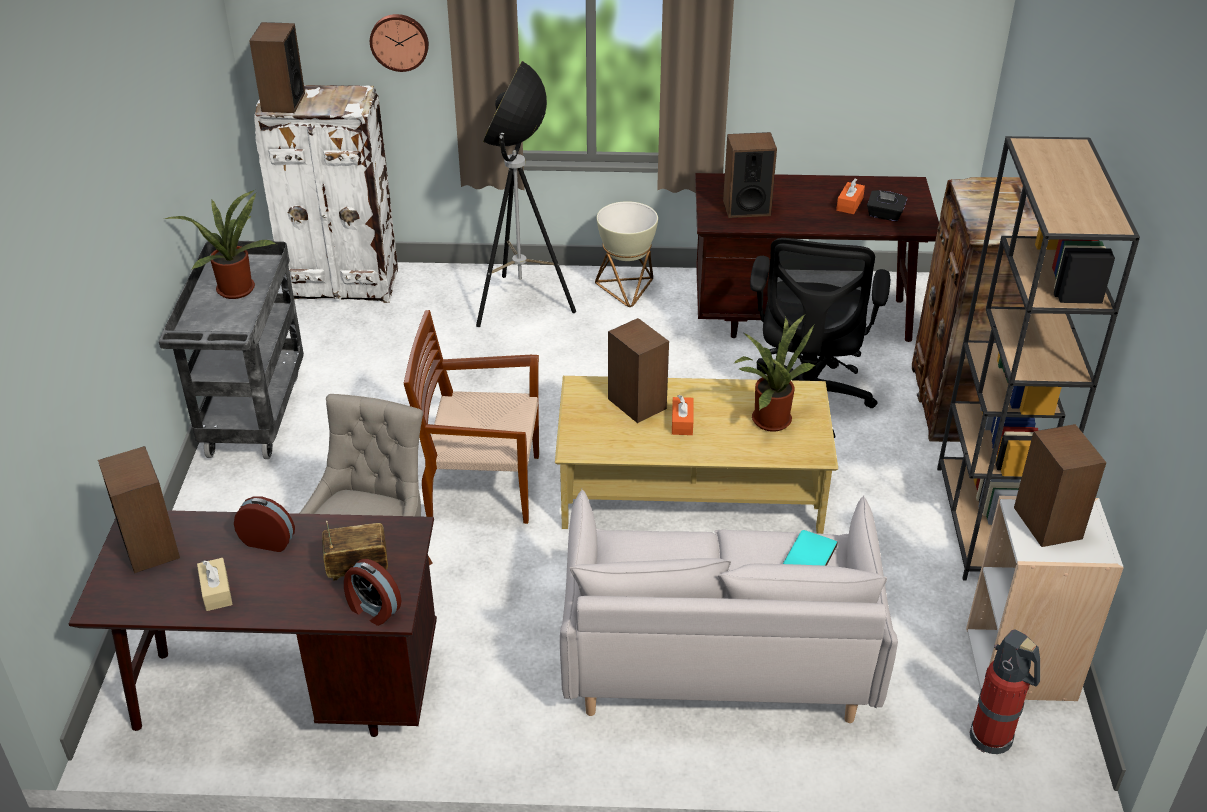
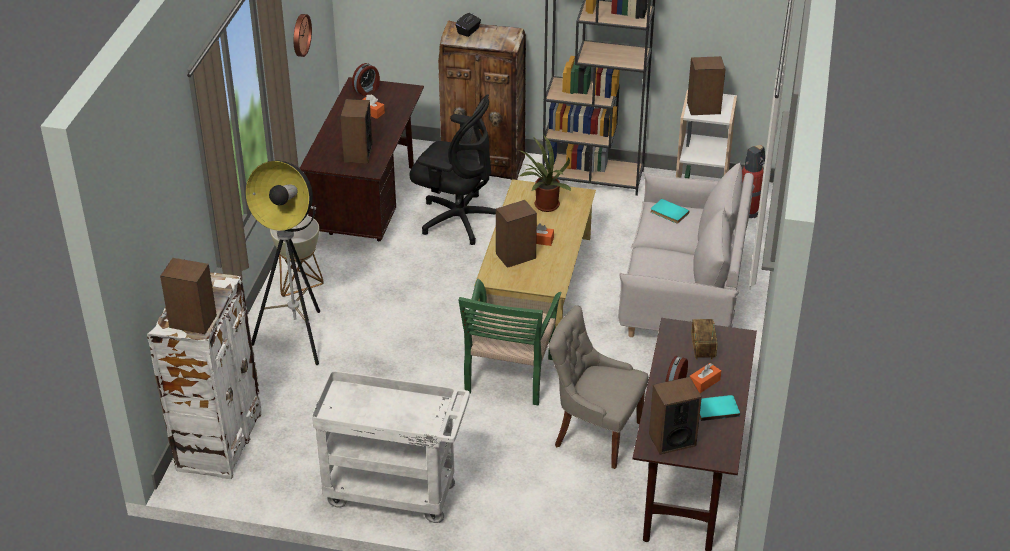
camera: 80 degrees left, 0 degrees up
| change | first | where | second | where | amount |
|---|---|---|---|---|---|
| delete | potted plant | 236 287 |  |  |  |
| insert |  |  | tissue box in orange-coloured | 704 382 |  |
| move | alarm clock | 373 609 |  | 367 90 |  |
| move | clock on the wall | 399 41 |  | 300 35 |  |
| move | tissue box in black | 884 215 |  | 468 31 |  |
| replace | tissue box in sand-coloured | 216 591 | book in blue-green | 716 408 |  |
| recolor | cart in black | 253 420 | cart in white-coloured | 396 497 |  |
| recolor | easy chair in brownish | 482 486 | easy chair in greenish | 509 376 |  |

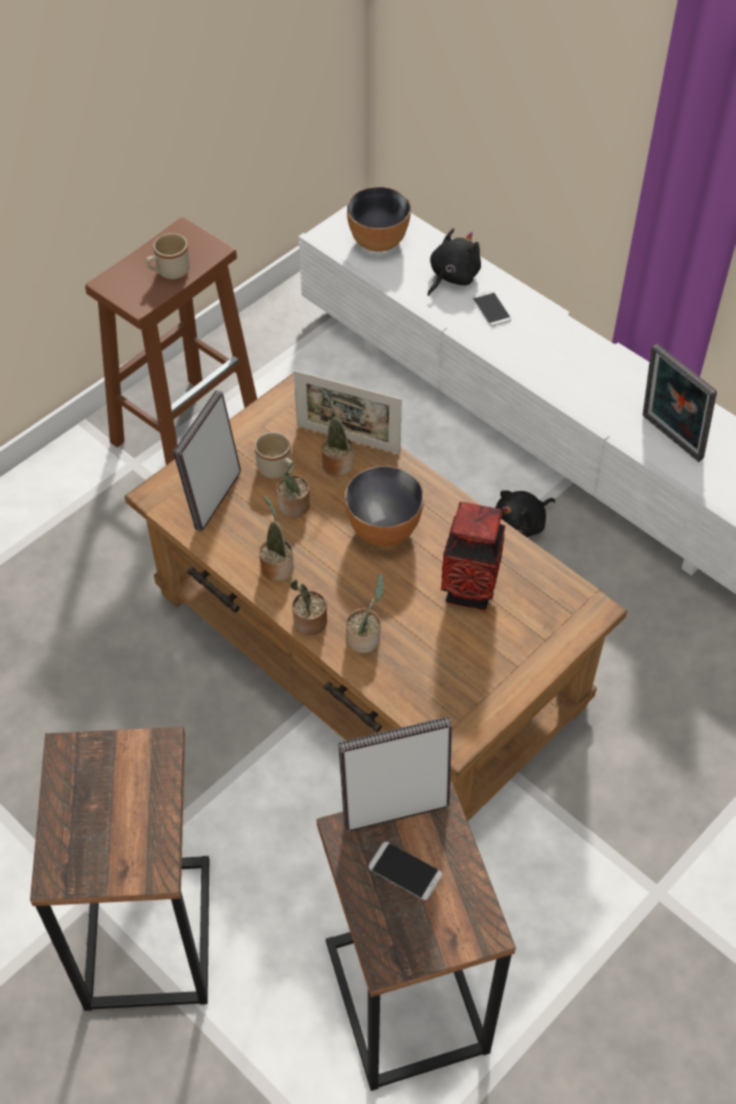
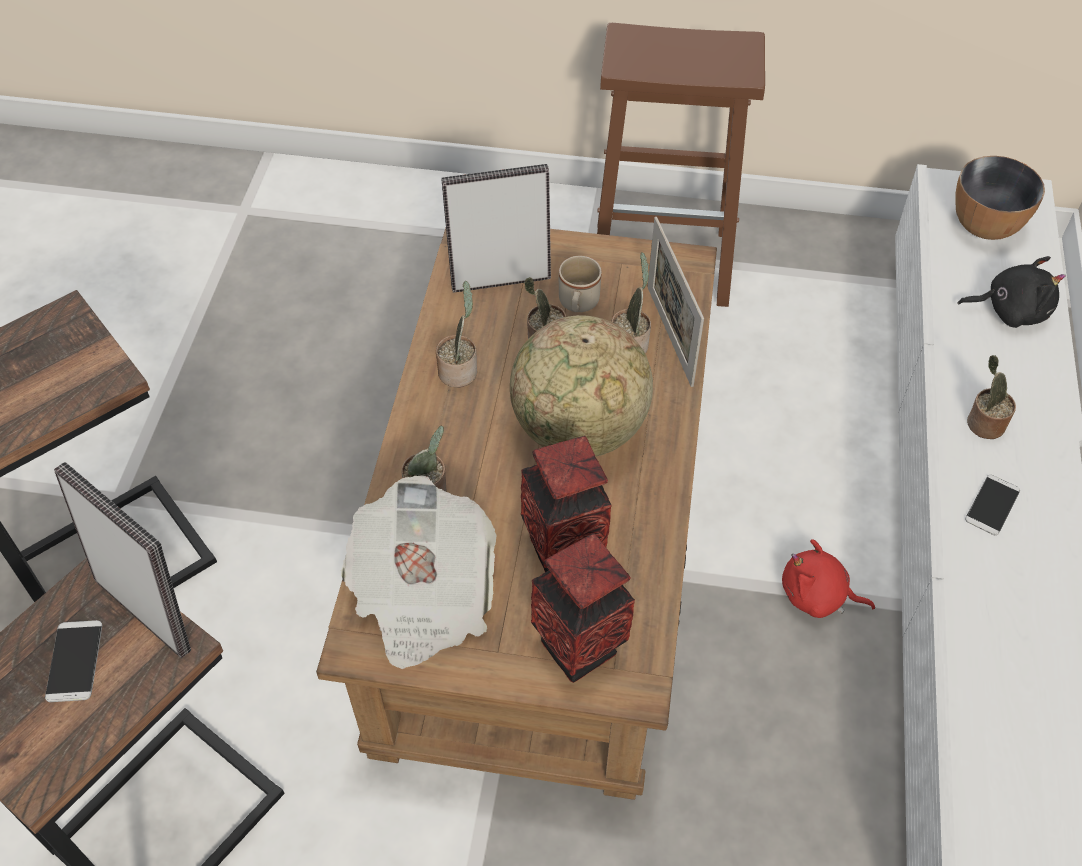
camera: 55 degrees right, 0 degrees up
| change | first | where | second | where | amount |
|---|---|---|---|---|---|
| delete | tea mug in sand-coloured | 169 272 |  |  |  |
| delete | picture frame | 668 439 |  |  |  |
| insert |  |  | newspaper | 423 595 |  |
| insert |  |  | vase | 579 648 |  |
| move | potted plant | 308 623 |  | 983 424 |  |
| move | phone | 491 309 |  | 992 505 |  |
| replace | serving bowl | 384 530 | globe | 579 430 |  |
| recolor | cuddly toy in black | 522 523 | cuddly toy in reddish | 817 596 |  |

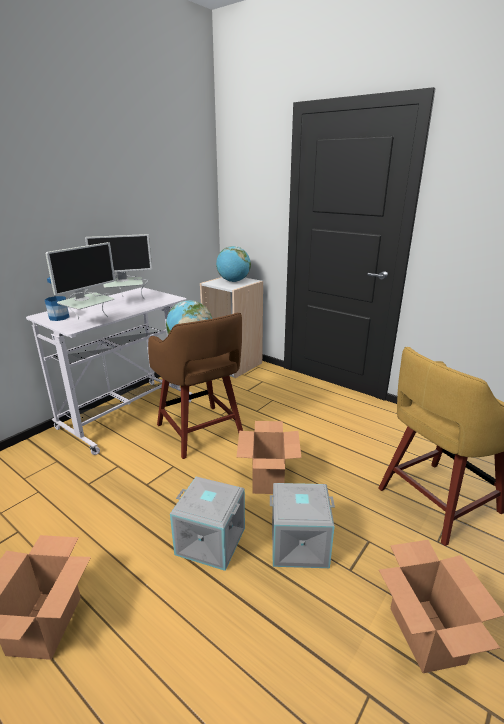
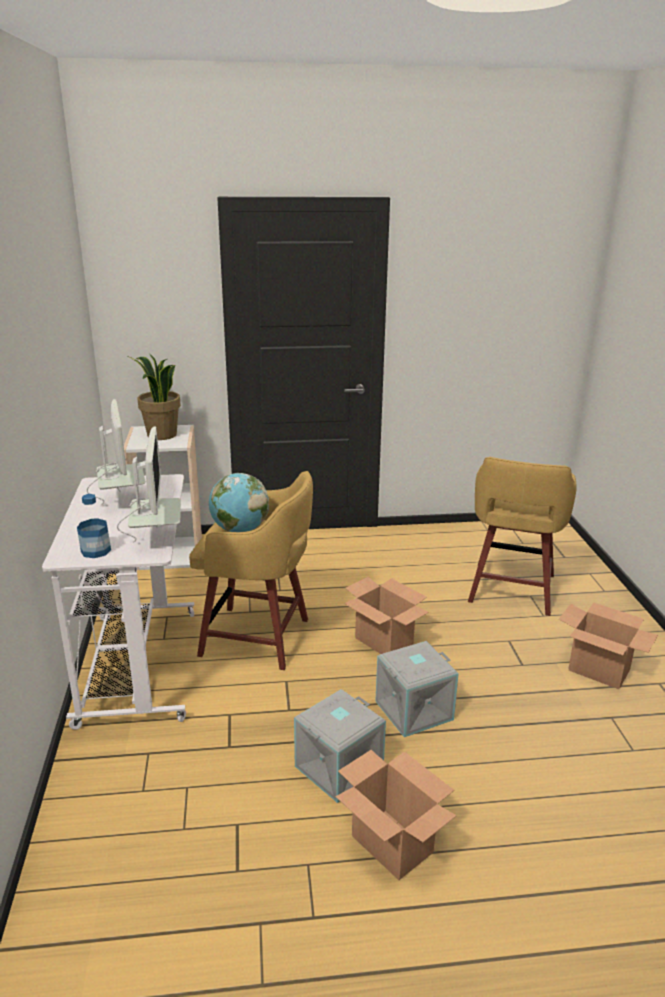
camera: 45 degrees left, 0 degrees up
| change | first | where | second | where | amount |
|---|---|---|---|---|---|
| move | storage box in greyish | 298 545 |  | 339 769 |  |
| replace | globe | 233 281 | potted plant | 161 435 |  |
| recolor | sitting stool in brownish | 200 432 | sitting stool in yellow | 258 638 |  |
| rotate | computer display | 126 301 |  | 121 502 | 45 degrees counterclockwise |

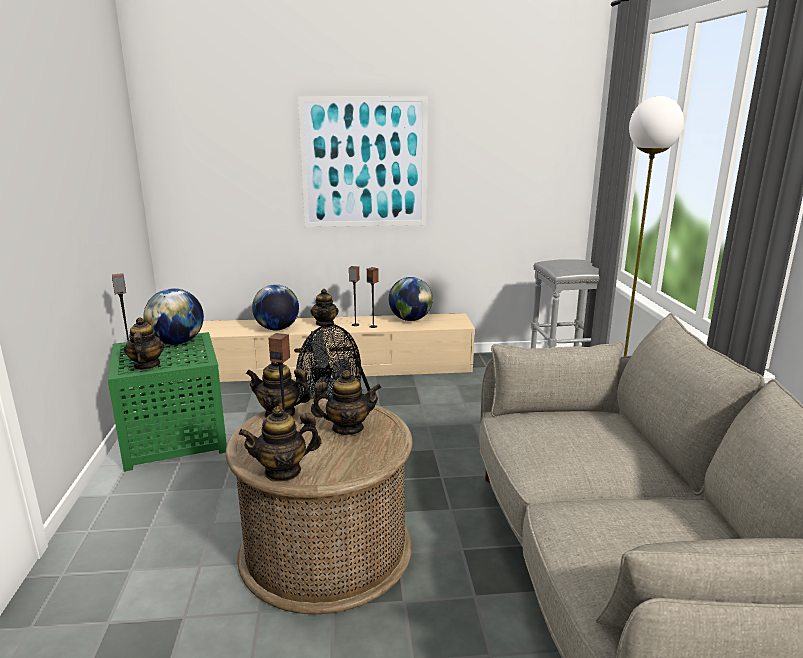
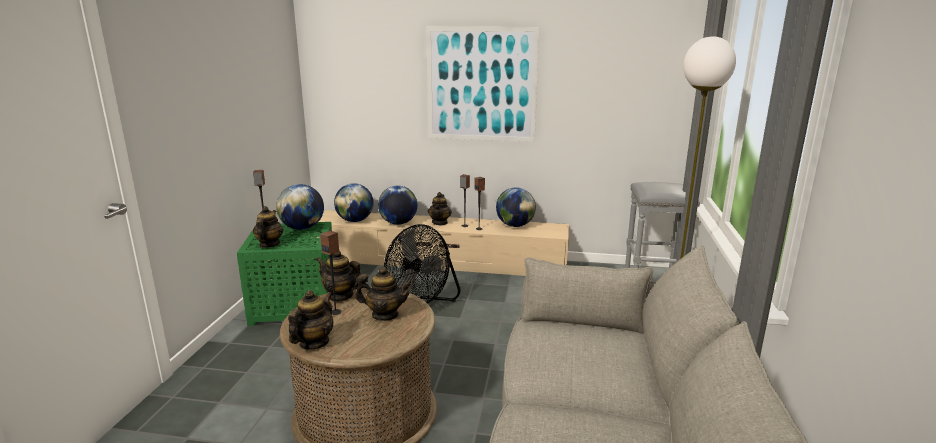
camera: 15 degrees right, 0 degrees up
| change | first | where | second | where | amount |
|---|---|---|---|---|---|
| insert |  |  | globe | 355 220 |  |
| rotate | tea pot | 283 471 |  | 313 343 | 120 degrees clockwise |

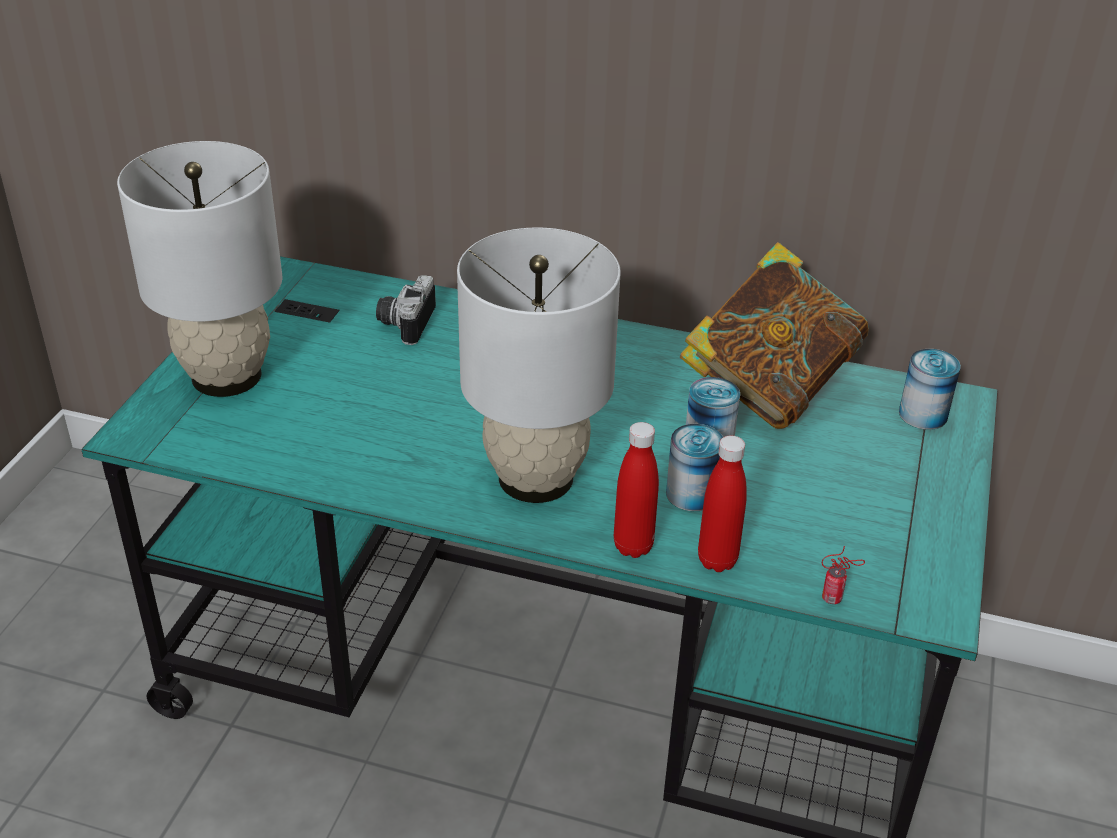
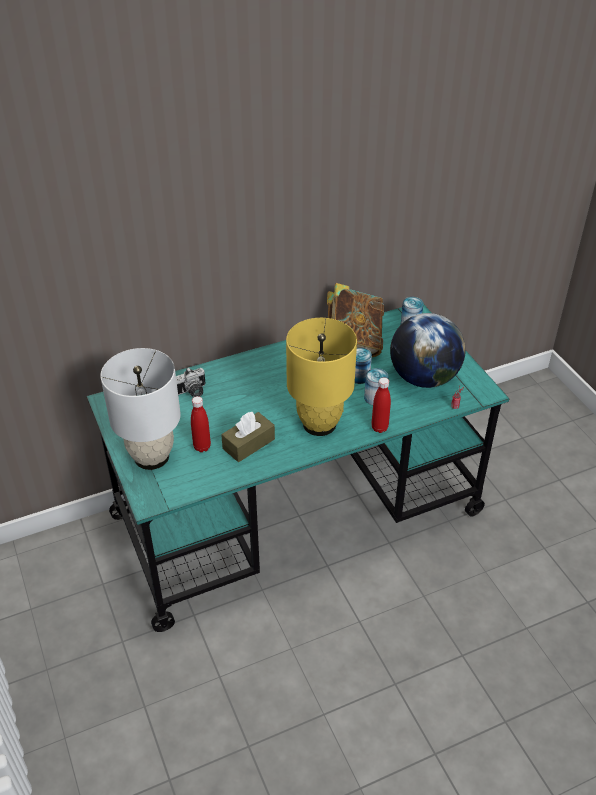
camera: 40 degrees left, 5 degrees up
| change | first | where | second | where | amount |
|---|---|---|---|---|---|
| insert |  |  | tissue box in brownish | 248 444 |  |
| insert |  |  | globe | 423 378 |  |
| move | bottle in reddish | 717 560 |  | 202 447 |  |
| recolor | table lamp in white-coloured | 535 477 | table lamp in yellow | 319 424 |  |
| rotate | photo camera | 404 323 |  | 191 392 | 90 degrees counterclockwise |

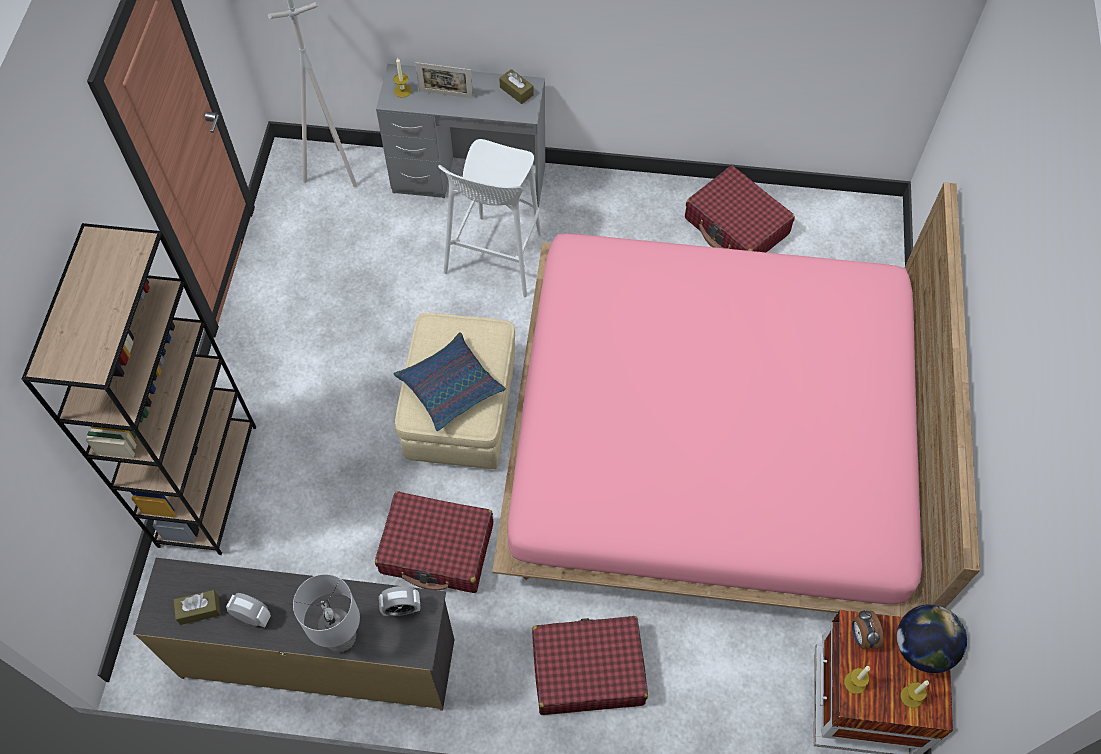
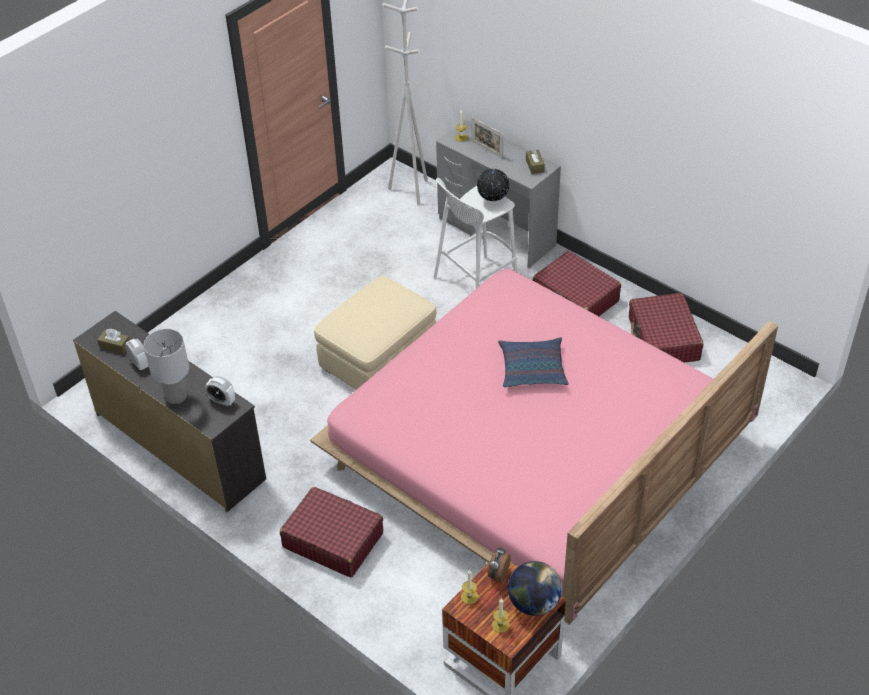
camera: 35 degrees right, 15 degrees down
| change | first | where | second | where | amount |
|---|---|---|---|---|---|
| delete | bookcase in sand-coloured | 207 484 |  |  |  |
| insert |  |  | globe | 493 201 |  |
| move | travel case in reddish | 437 549 |  | 575 298 |  |
| move | pillow in bluish | 450 387 |  | 532 369 |  |

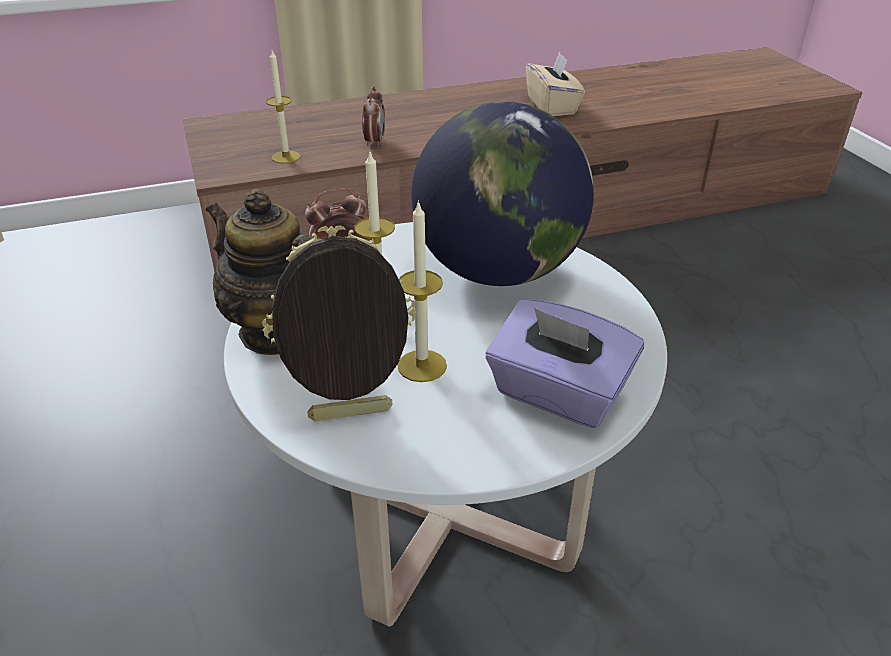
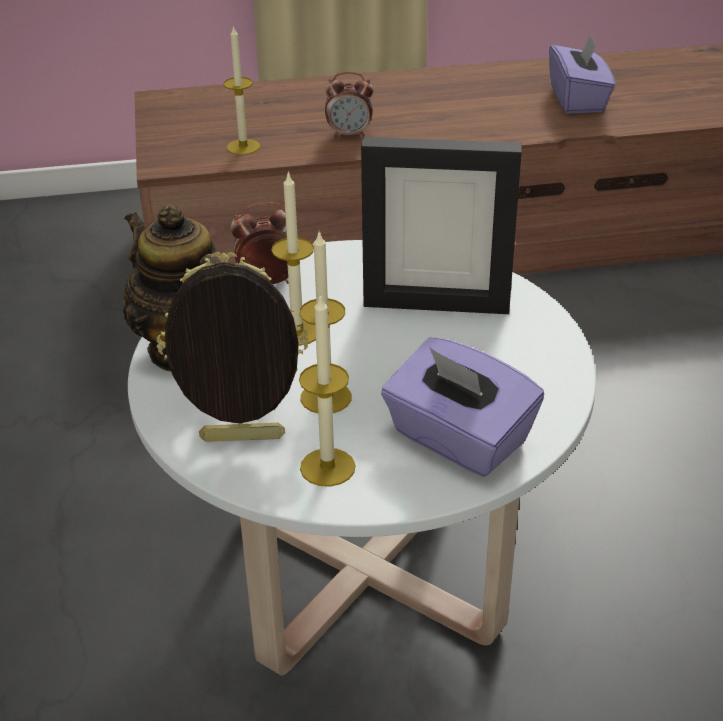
camera: 10 degrees right, 0 degrees up
| change | first | where | second | where | amount |
|---|---|---|---|---|---|
| insert |  |  | candle | 327 467 |  |
| replace | globe | 499 271 | picture frame | 436 303 |  |
| recolor | tissue box in sand-coloured | 552 106 | tissue box in purple | 578 100 |  |
| rotate | alarm clock | 374 142 |  | 349 134 | 75 degrees clockwise |

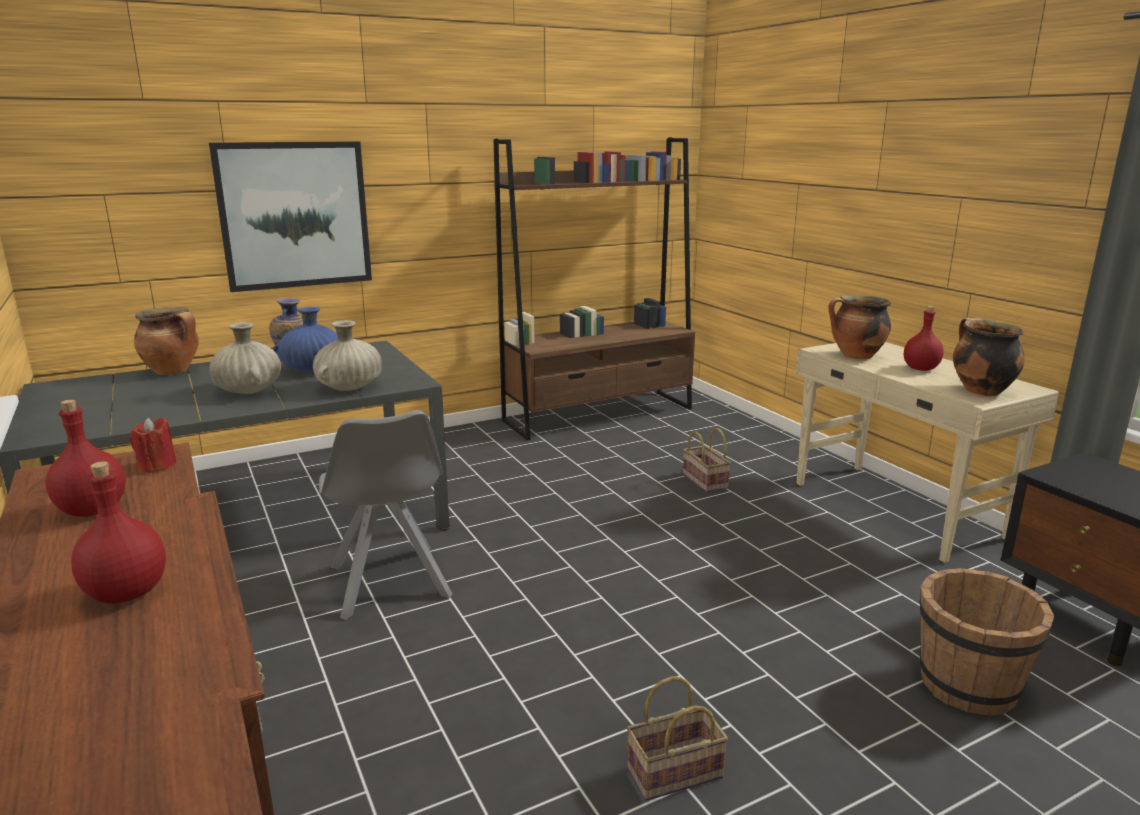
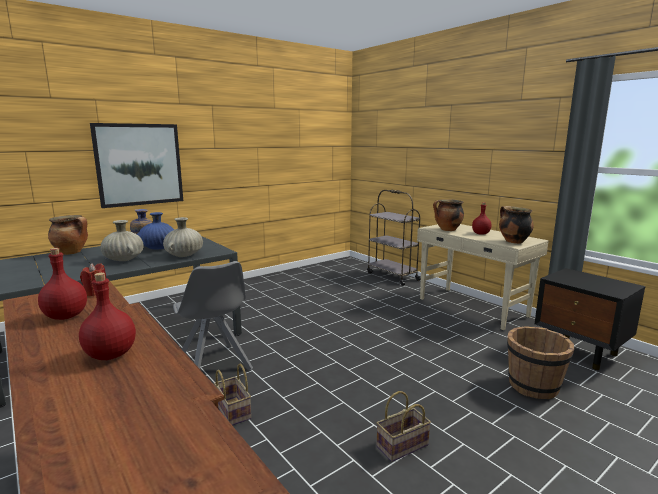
camera: 10 degrees left, 5 degrees down
| change | first | where | second | where | amount |
|---|---|---|---|---|---|
| delete | bookcase in brownish | 599 414 |  |  |  |
| insert |  |  | cart in greyish | 392 276 |  |
| move | household basket | 706 481 |  | 234 411 |  |

